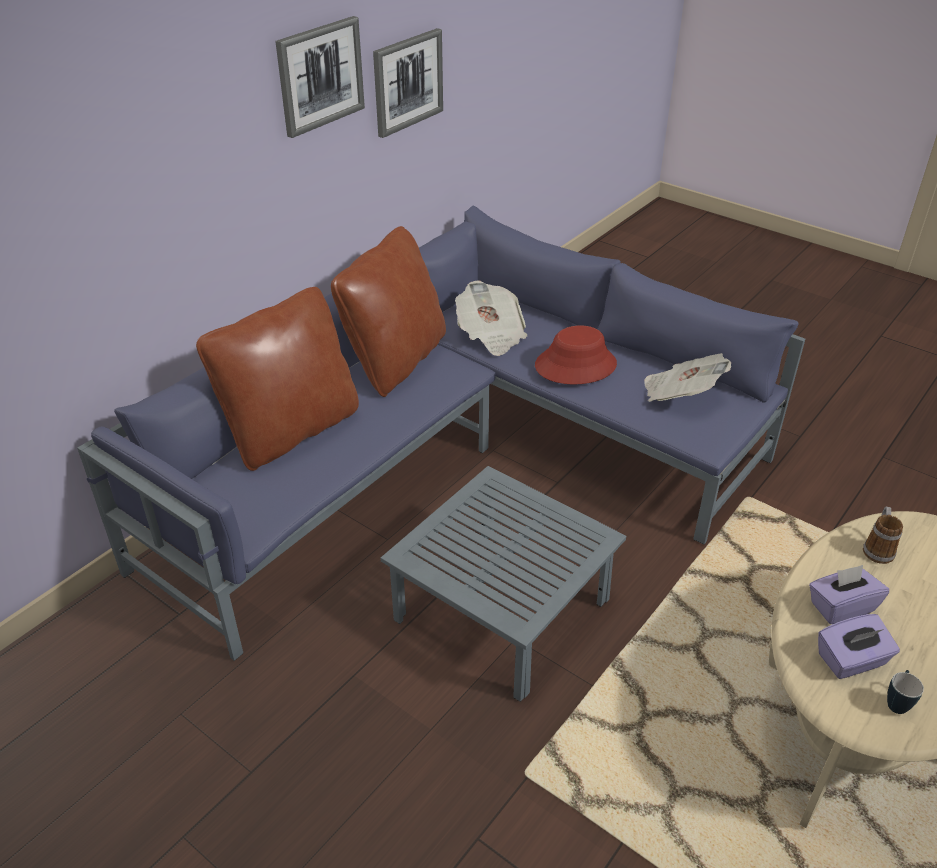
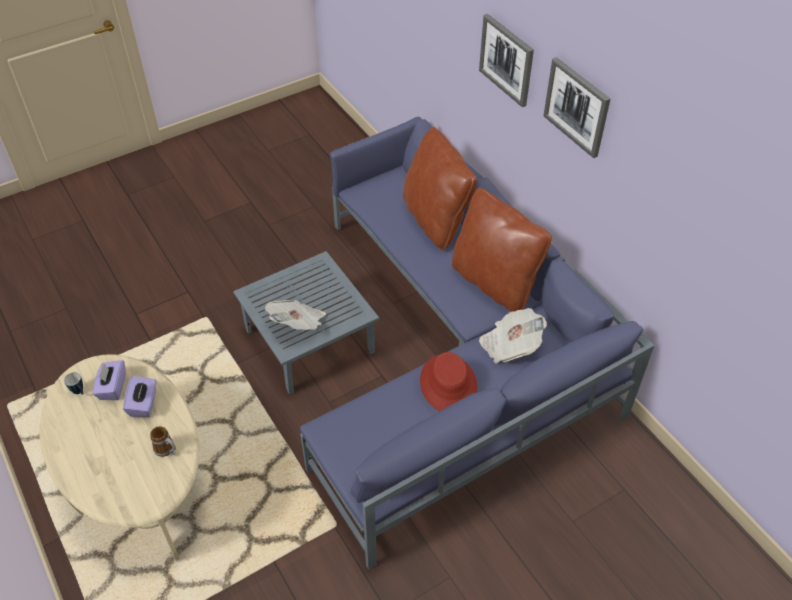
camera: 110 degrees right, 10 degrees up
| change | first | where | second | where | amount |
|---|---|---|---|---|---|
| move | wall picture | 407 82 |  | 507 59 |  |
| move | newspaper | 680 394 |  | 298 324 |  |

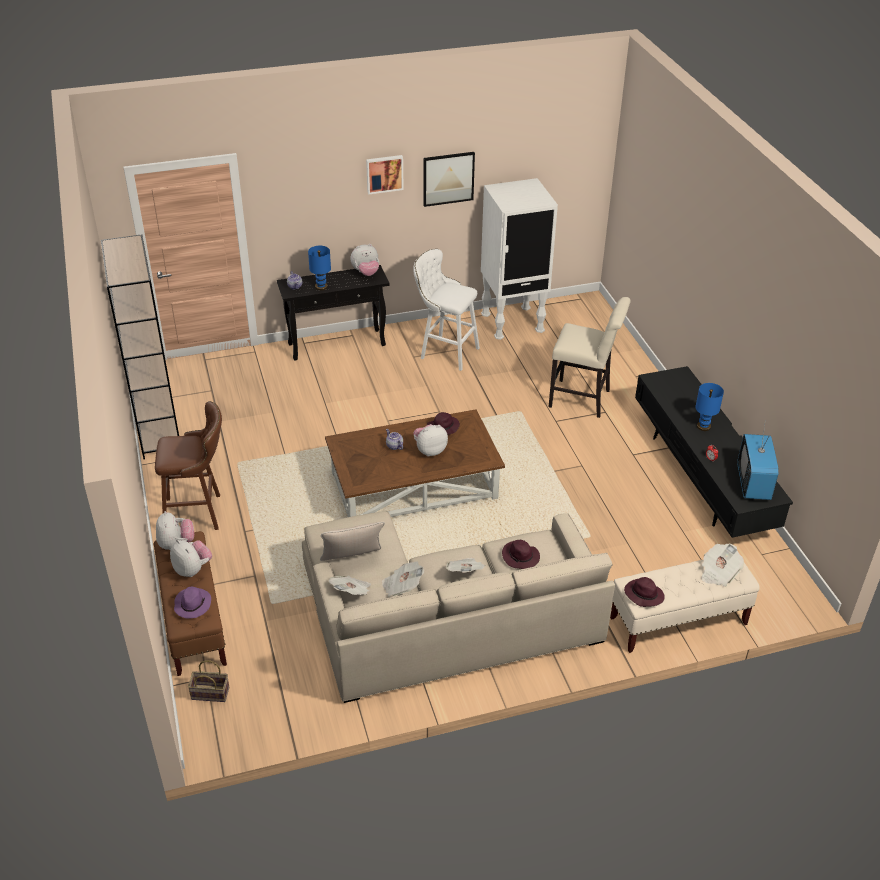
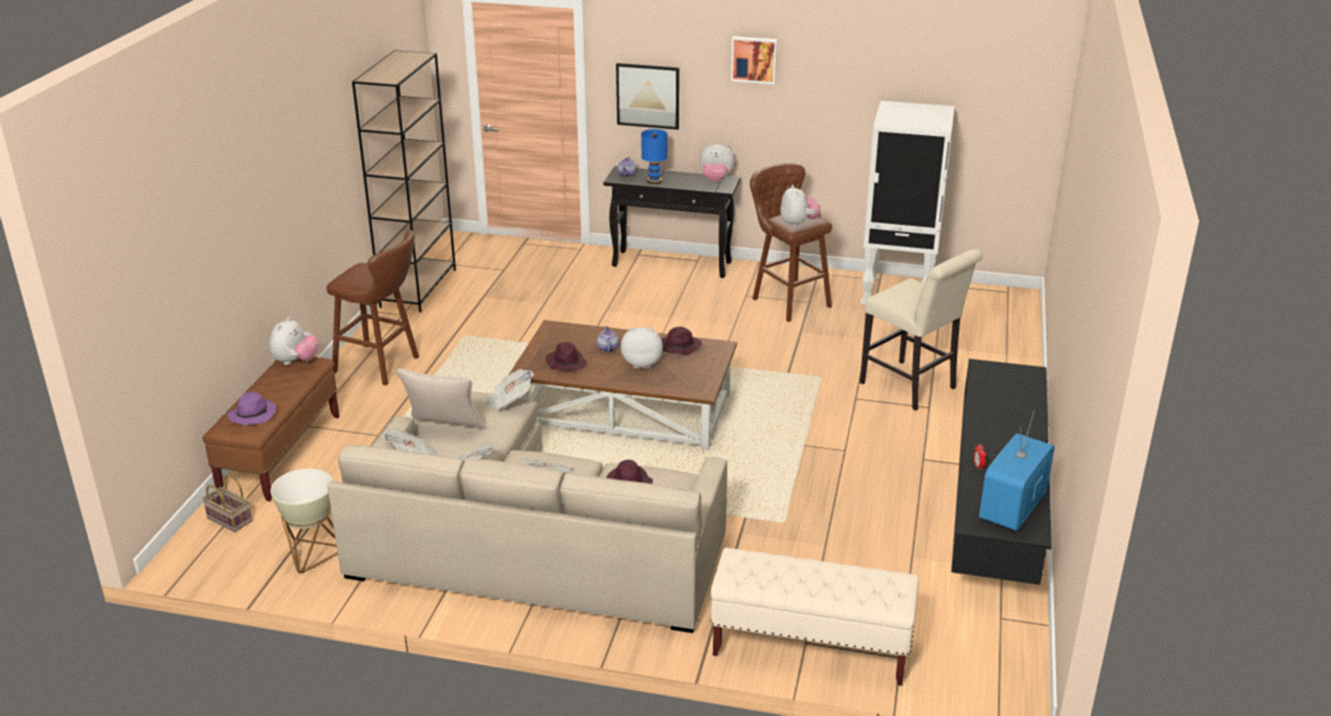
camera: 30 degrees right, 10 degrees down
| change | first | where | second | where | amount |
|---|---|---|---|---|---|
| delete | table lamp in bluish | 703 426 |  |  |  |
| insert |  |  | plant pot | 313 555 |  |
| move | cuddly toy | 192 569 |  | 798 224 |  |
| move | wall picture | 448 178 |  | 648 95 |  |
| move | hat in purple | 643 595 |  | 566 363 |  |
| move | newspaper | 718 573 |  | 508 401 |  |
| recolor | sitting stool in white-coloured | 443 351 | sitting stool in brownish | 786 299 |  |

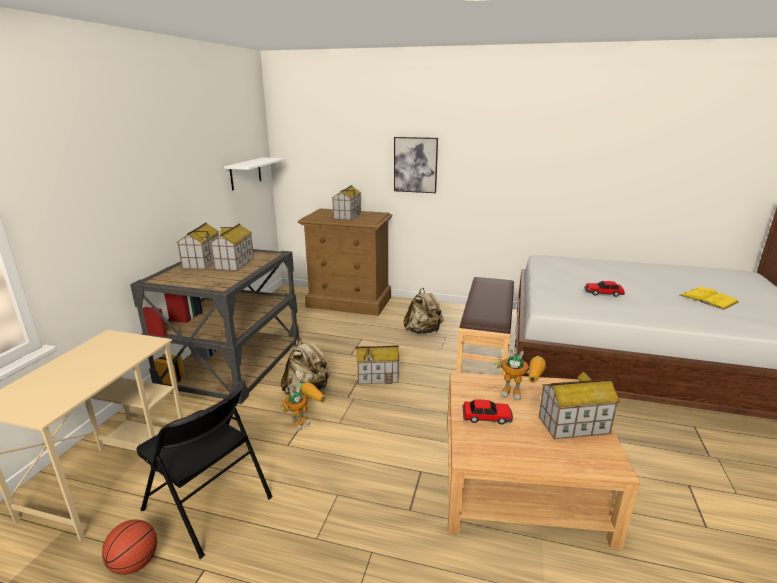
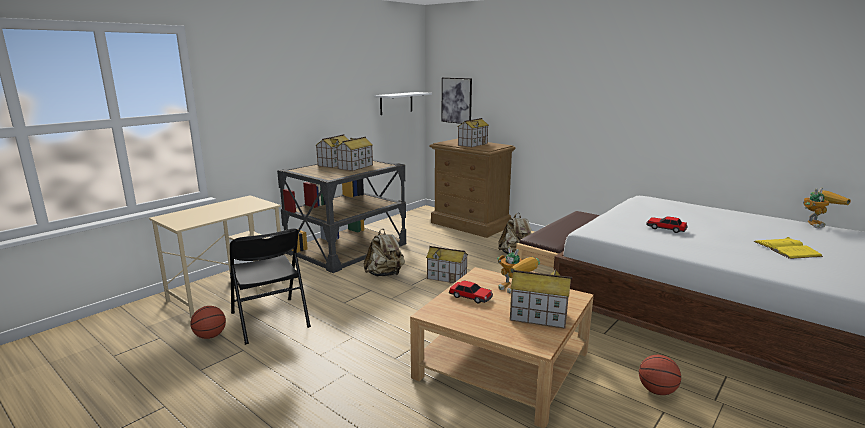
camera: 25 degrees right, 5 degrees down
| change | first | where | second | where | amount |
|---|---|---|---|---|---|
| insert |  |  | ball for basketball | 657 391 |  |
| move | robot figure | 304 420 |  | 816 224 |  |
| move | wall picture | 415 165 |  | 456 100 |  |

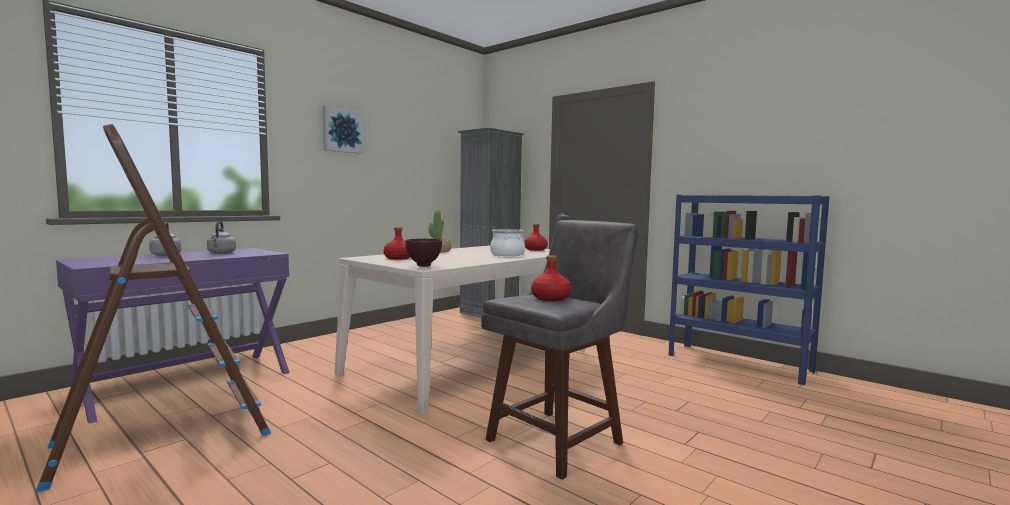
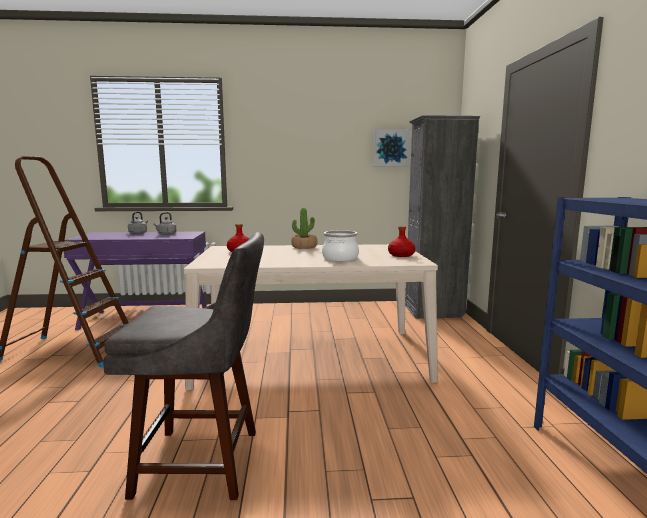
camera: 45 degrees right, 5 degrees up
| change | first | where | second | where | amount |
|---|---|---|---|---|---|
| delete | serving bowl in brownish | 423 266 |  |  |  |
| delete | bottle in reddish | 551 298 |  |  |  |
| move | wall picture | 342 130 |  | 391 148 |  |

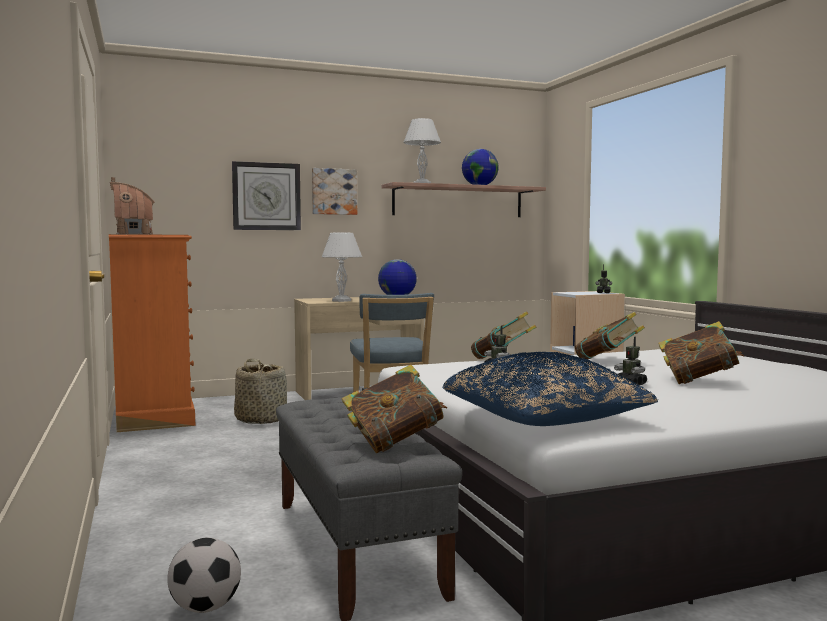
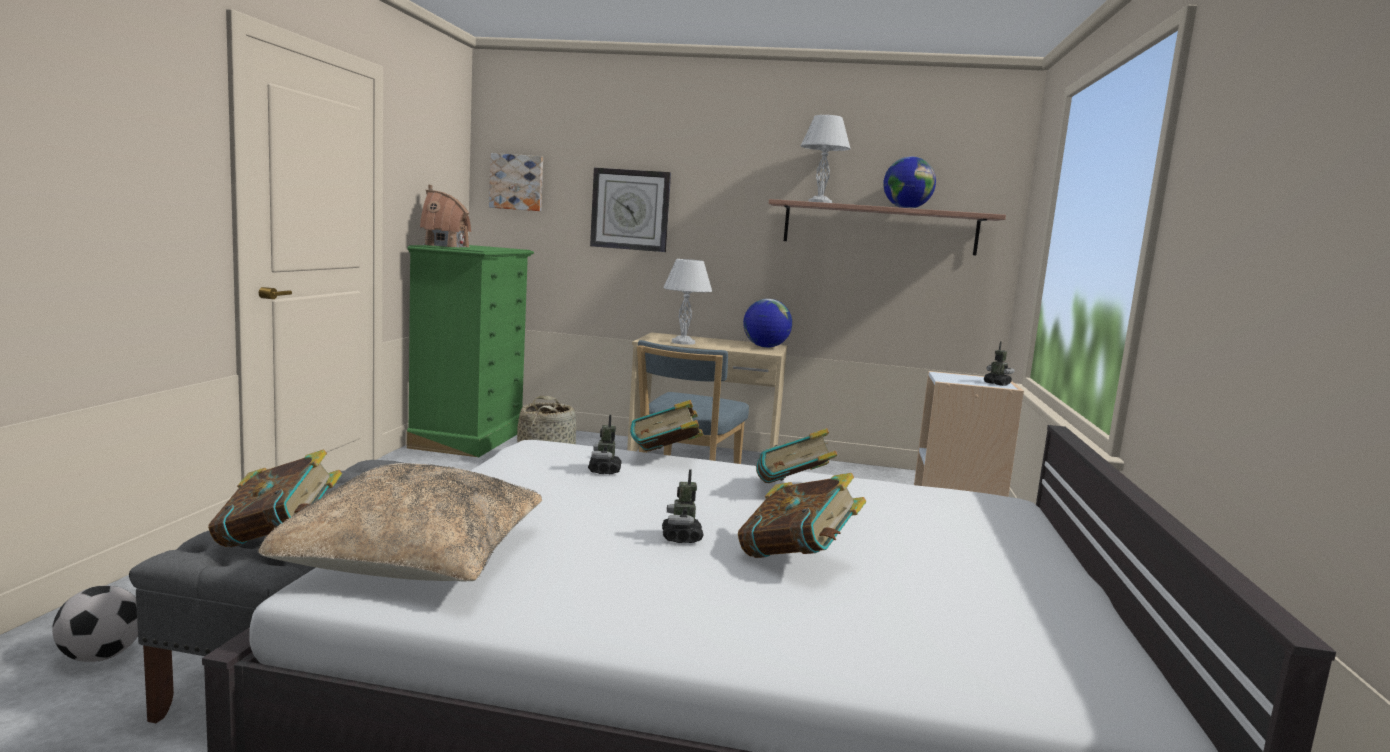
camera: 30 degrees right, 5 degrees up
| change | first | where | second | where | amount |
|---|---|---|---|---|---|
| move | wall picture | 334 191 |  | 517 182 |  |
| recolor | dresser in orange-coloured | 156 415 | dresser in greenish | 470 437 |  |
| recolor | pillow in bluish | 544 416 | pillow in sand-coloured | 412 555 |  |

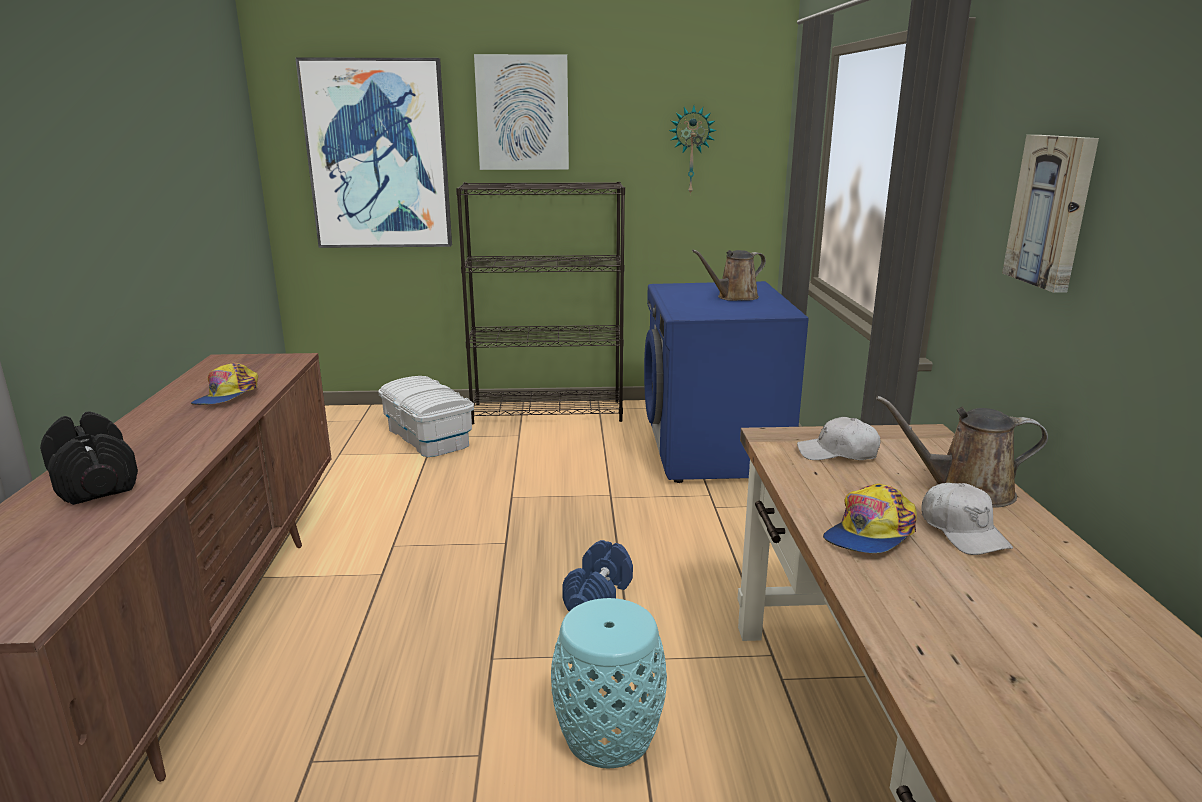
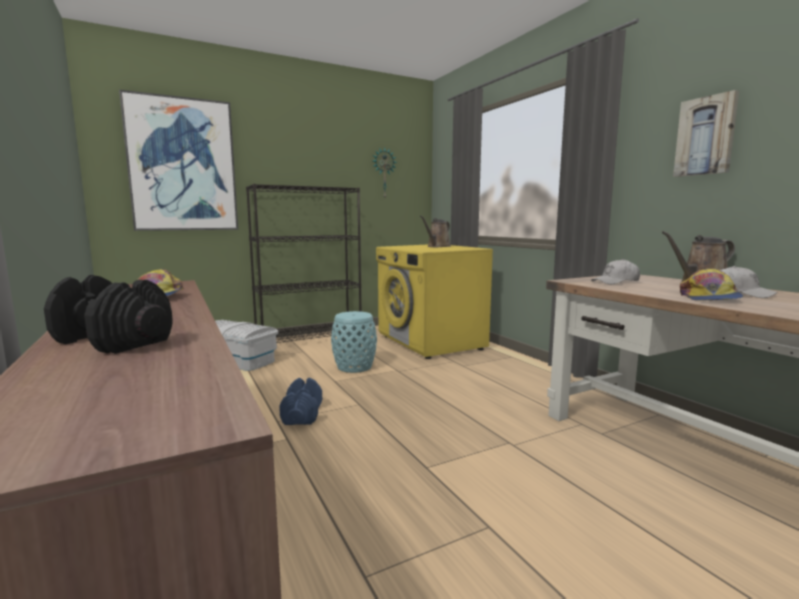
camera: 25 degrees left, 10 degrees down
| change | first | where | second | where | amount |
|---|---|---|---|---|---|
| delete | wall picture | 522 113 |  |  |  |
| move | sitting stool in blue-green | 608 736 |  | 354 367 |  |
| move | free weight in bluish | 598 596 |  | 302 414 |  |
| recolor | laundry machine in bluish | 711 451 | laundry machine in yellow | 429 343 |  |

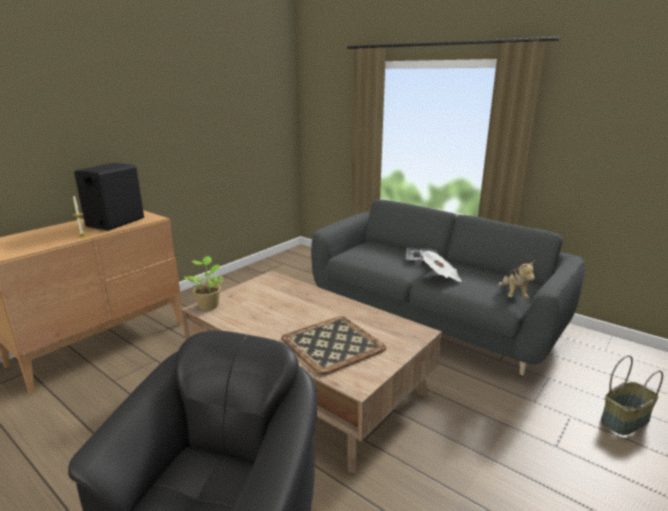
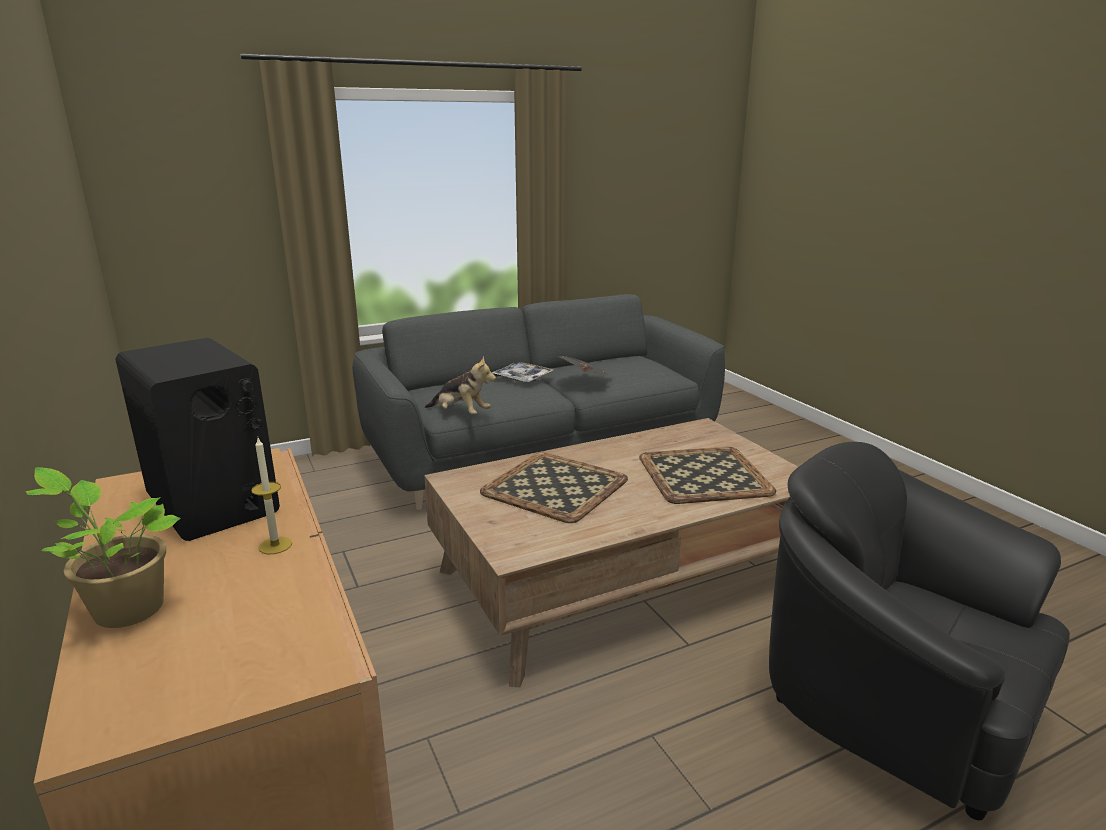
camera: 65 degrees left, 0 degrees up
| change | first | where | second | where | amount |
|---|---|---|---|---|---|
| delete | household basket | 624 419 |  |  |  |
| insert |  |  | tray | 555 487 |  |
| move | potted plant | 208 305 |  | 124 609 |  |
| move | cuddly toy | 512 295 |  | 461 414 |  |

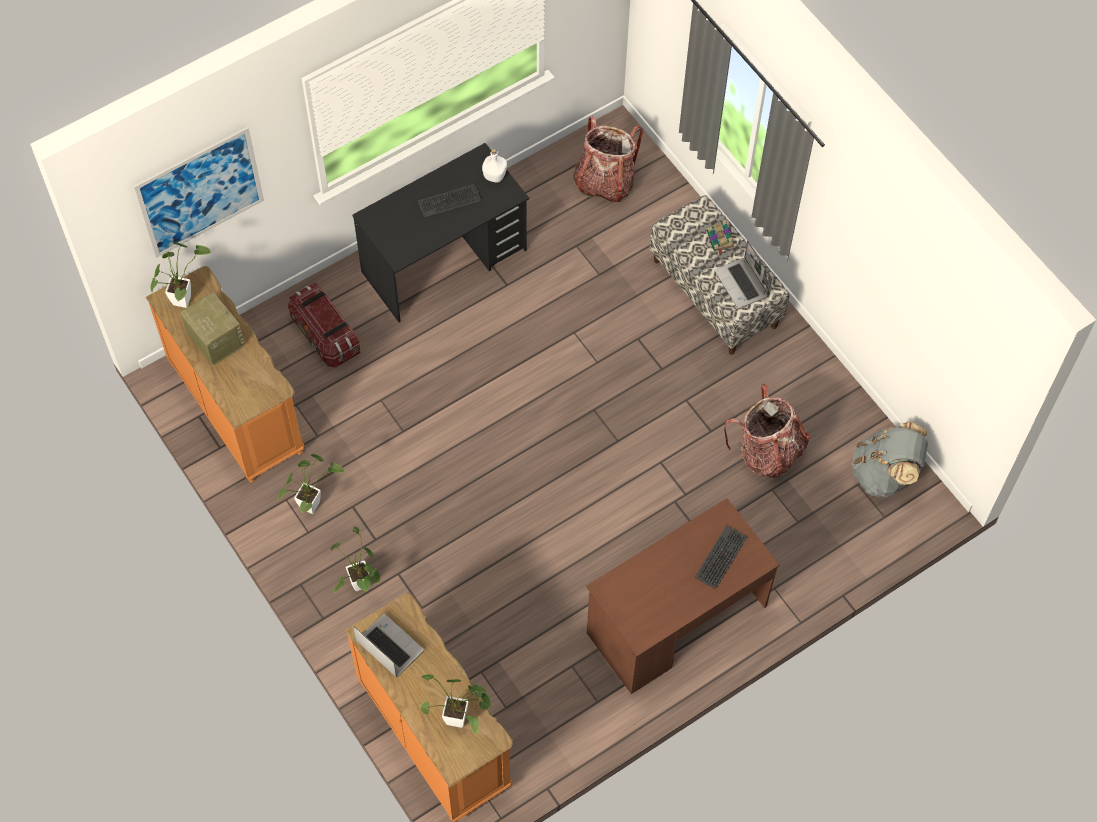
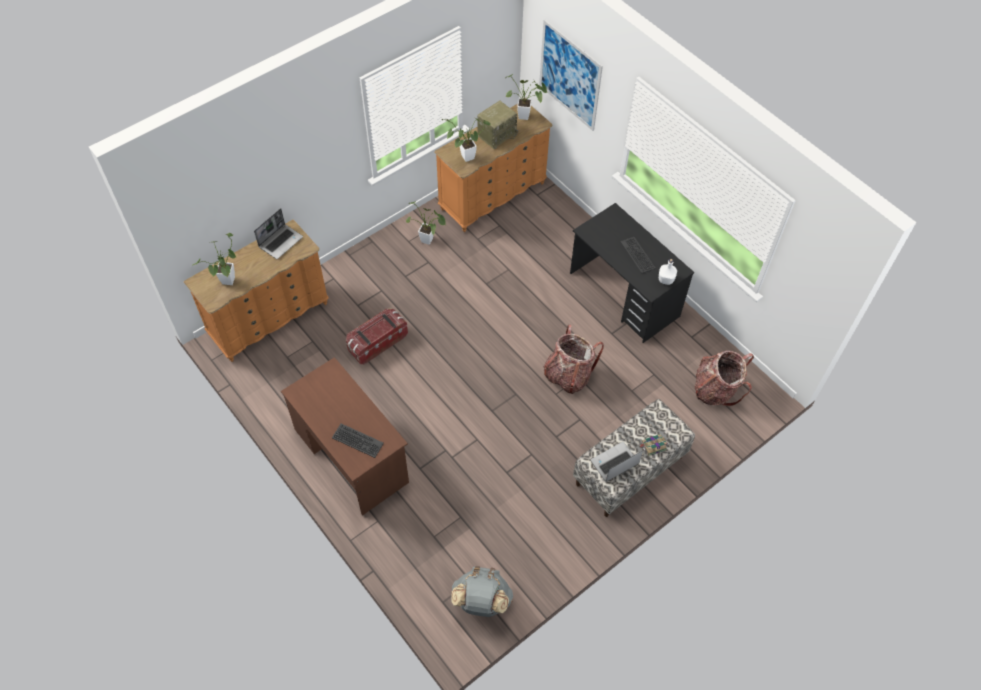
camera: 85 degrees right, 5 degrees down
| change | first | where | second | where | amount |
|---|---|---|---|---|---|
| move | storage box | 325 335 |  | 377 343 |  |
| move | potted plant | 361 587 |  | 465 158 |  |
| move | knapsack | 767 452 |  | 568 375 |  |

